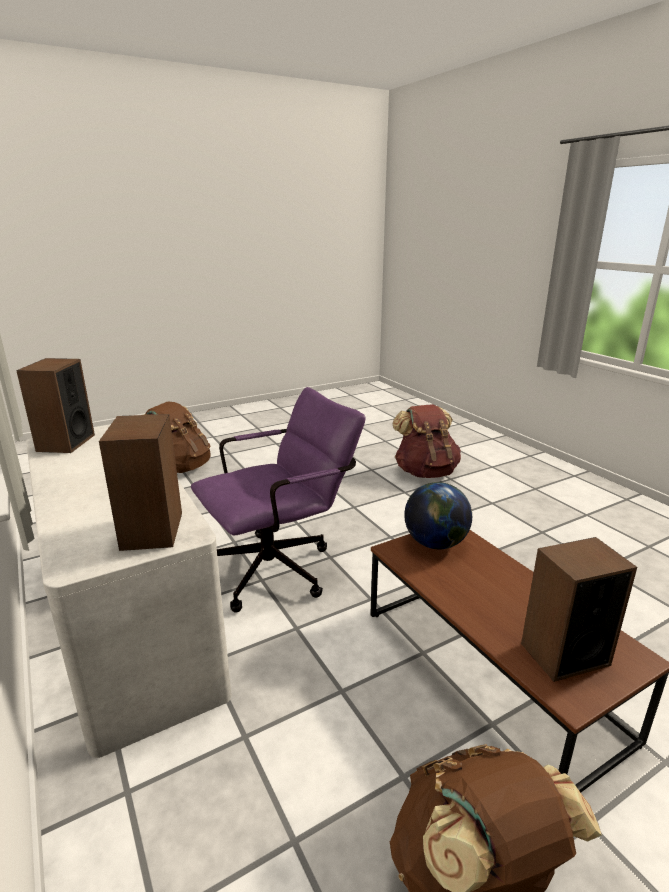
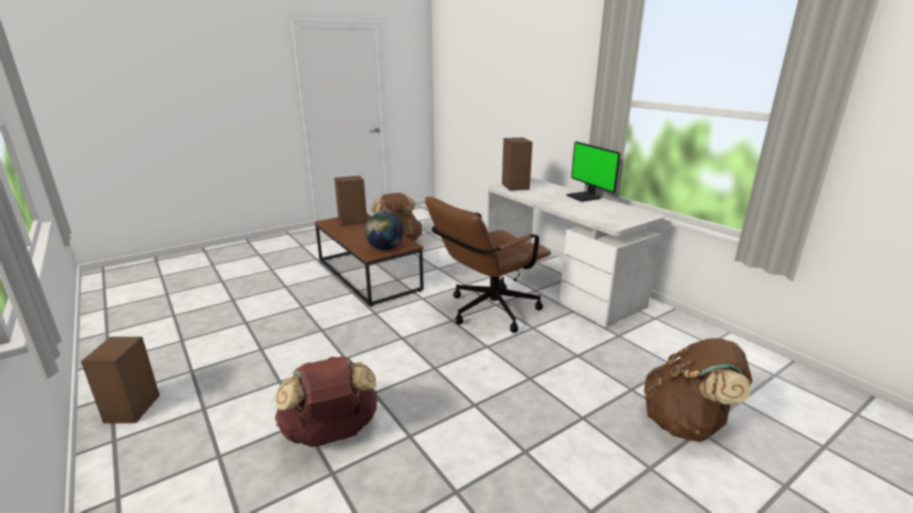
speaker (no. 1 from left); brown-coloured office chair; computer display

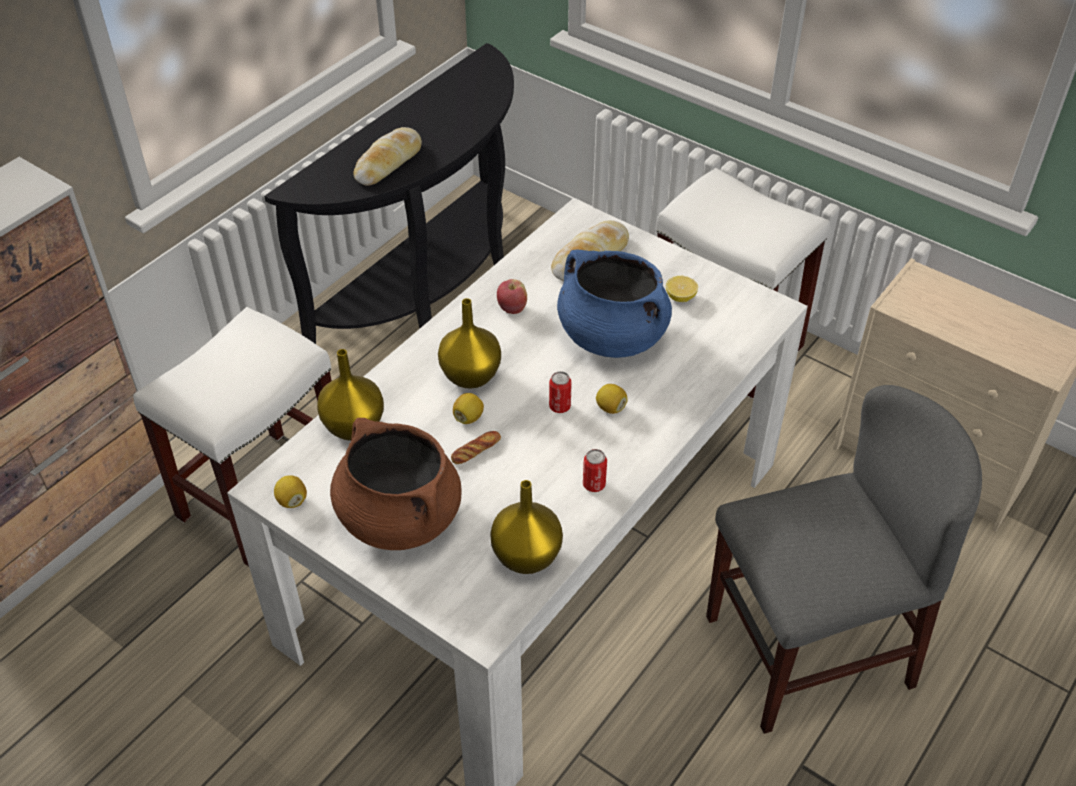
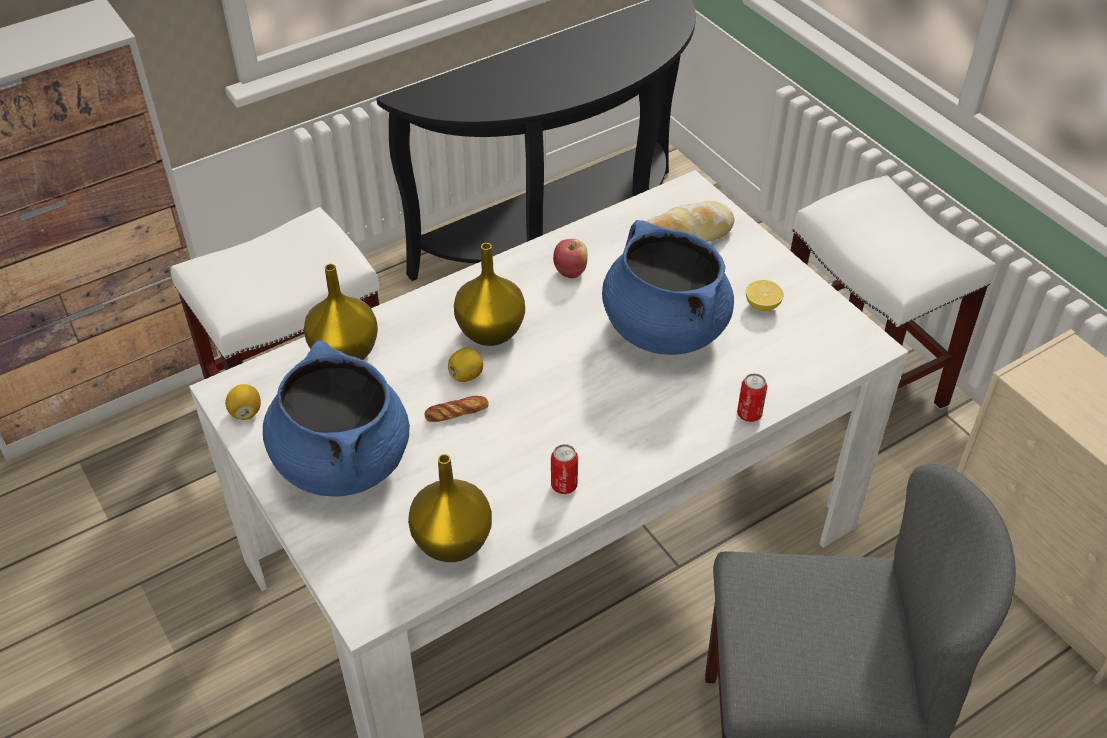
blue-coloured stockpot (no. 1 from left); metal can (no. 2 from left); bread (no. 1 from left in the first image); lemon (no. 3 from left in the first image)

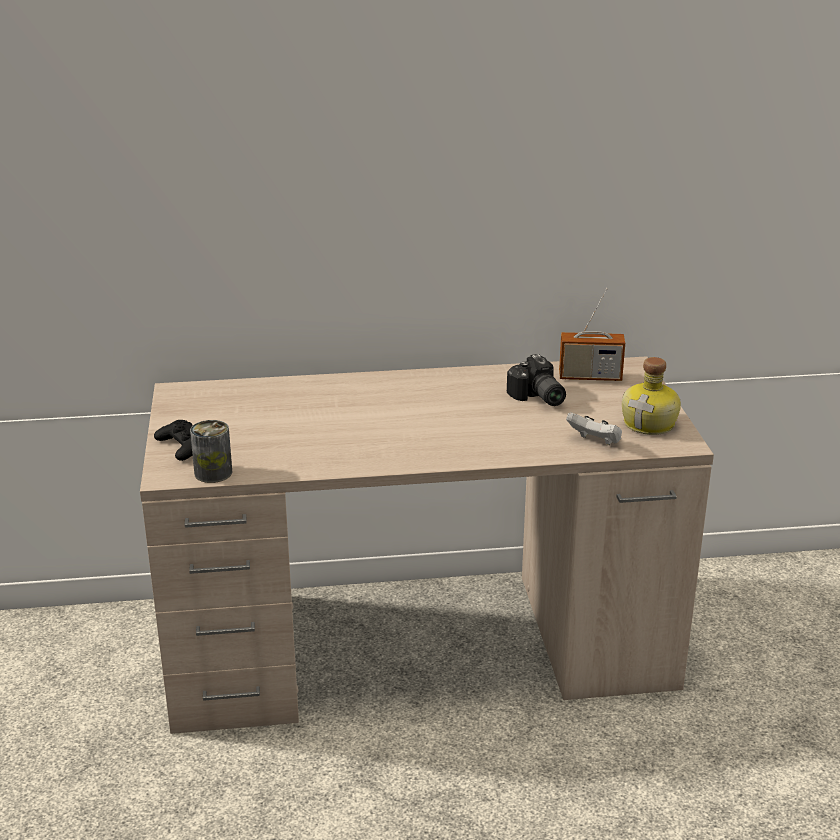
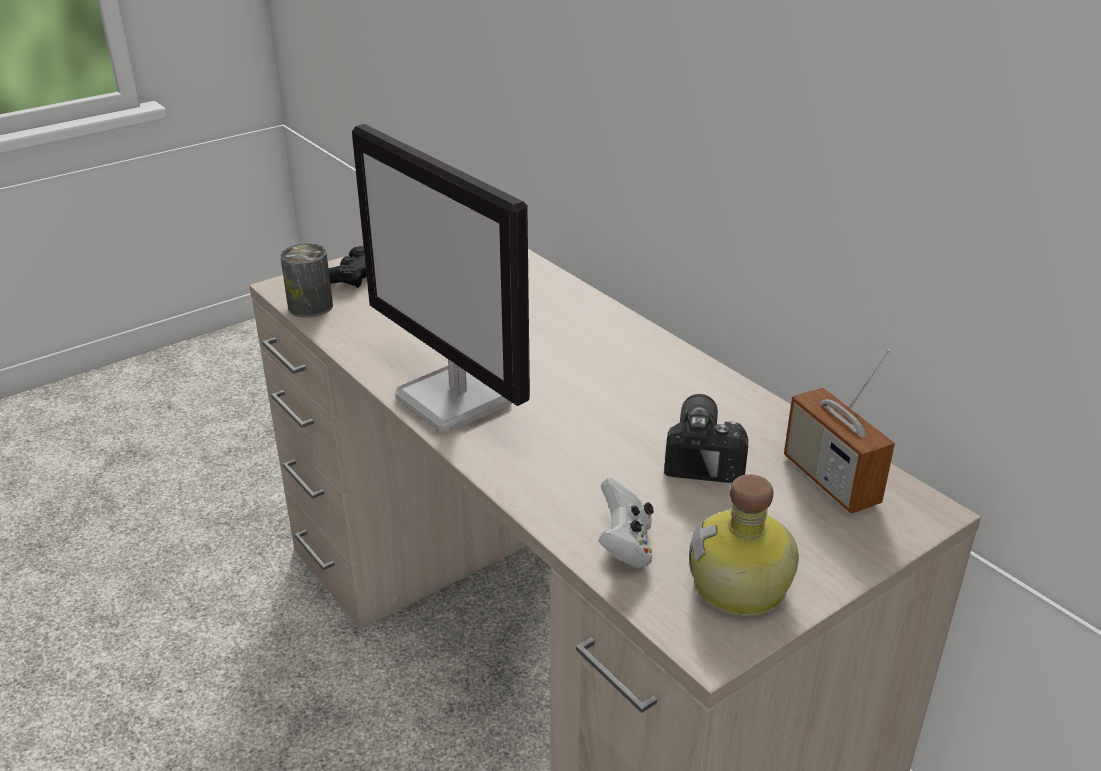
computer display; still camera

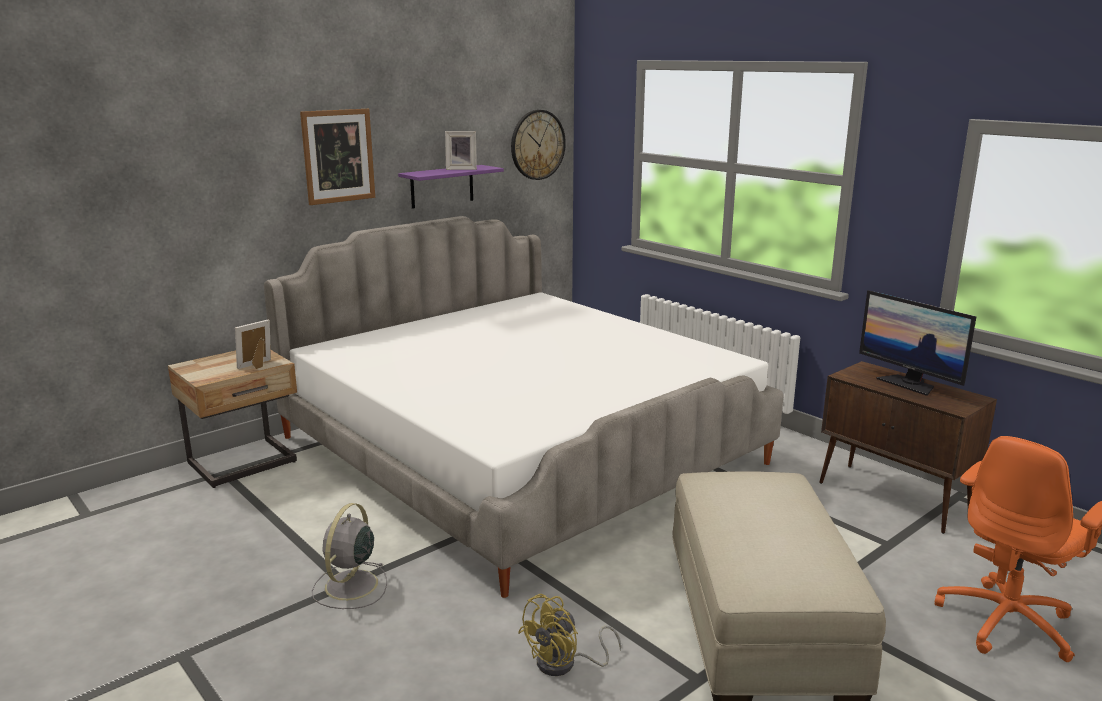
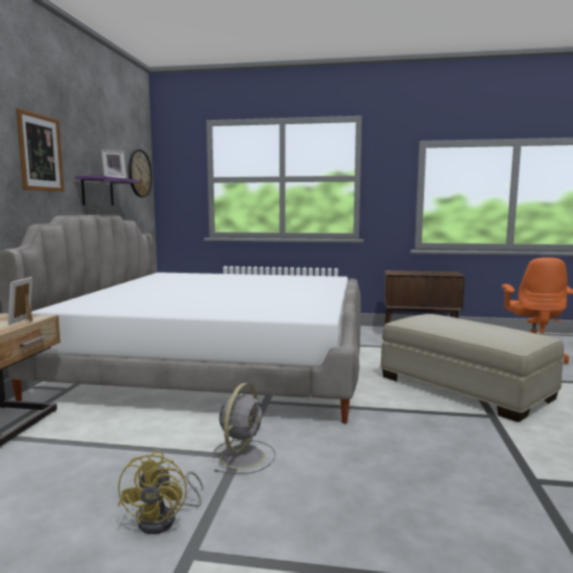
yellowish fan; gray fan; computer display

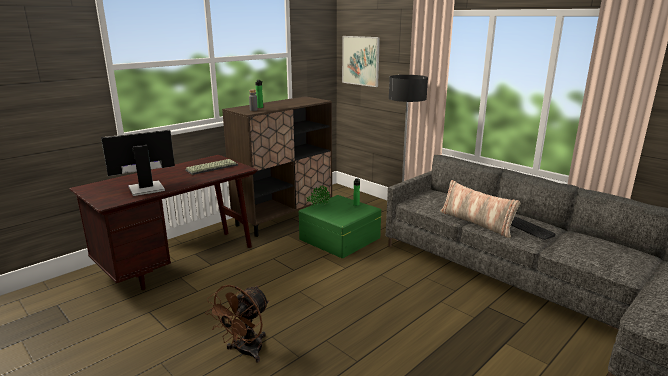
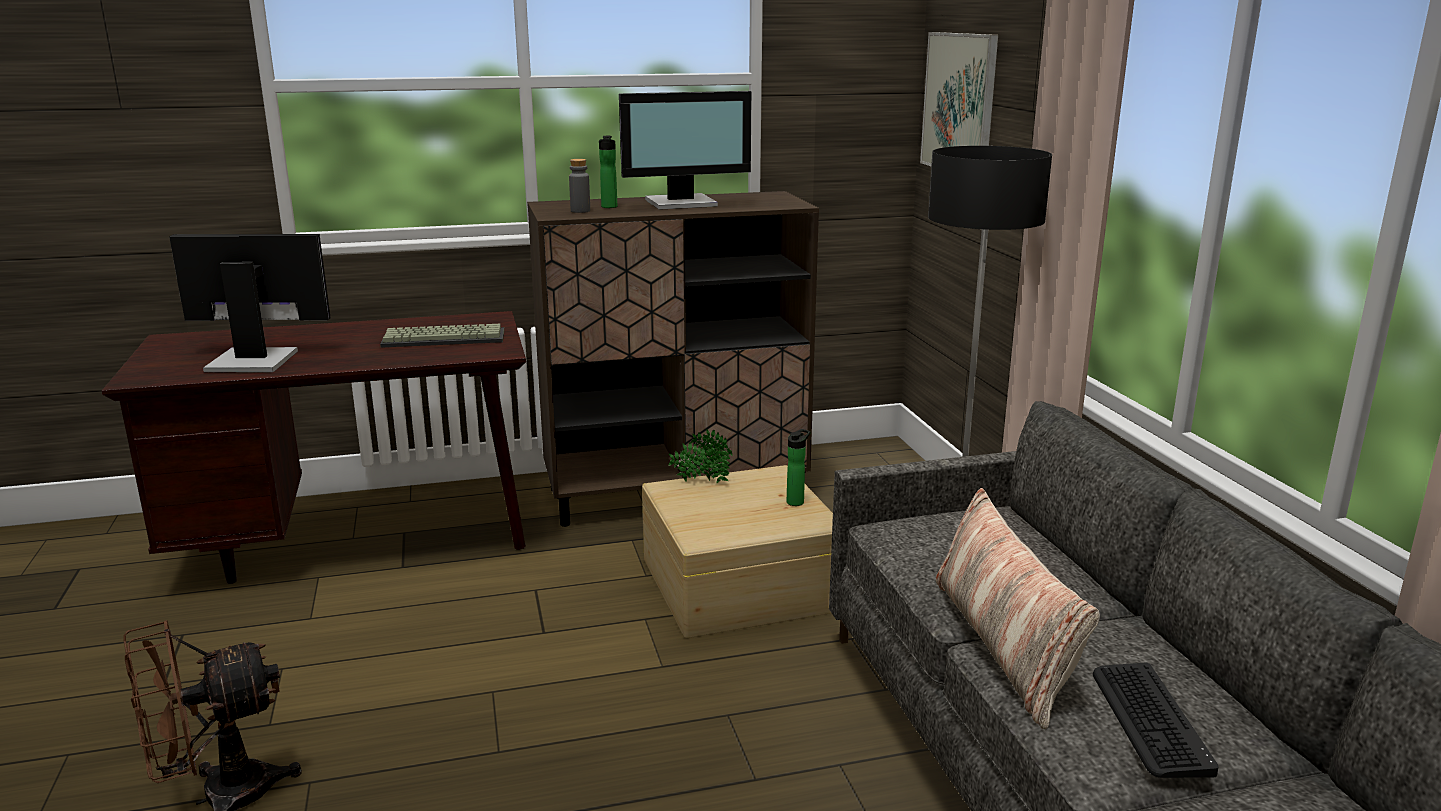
computer display (no. 2 from left); sand-coloured storage bin

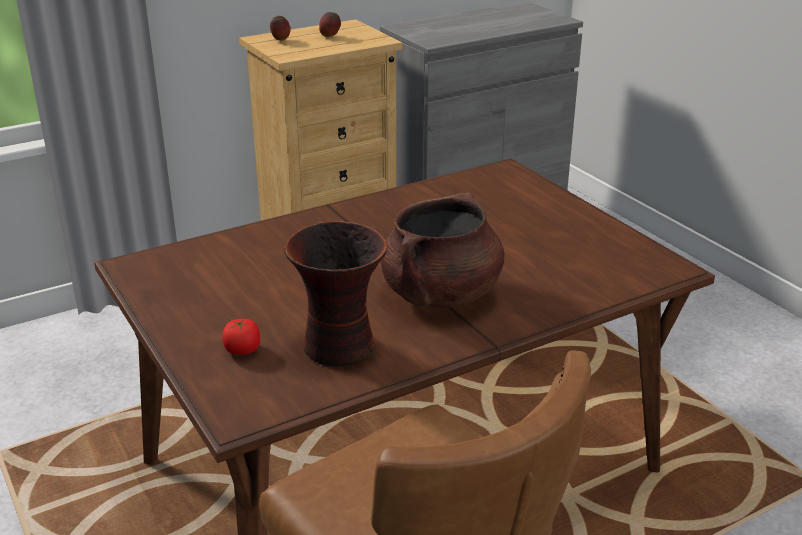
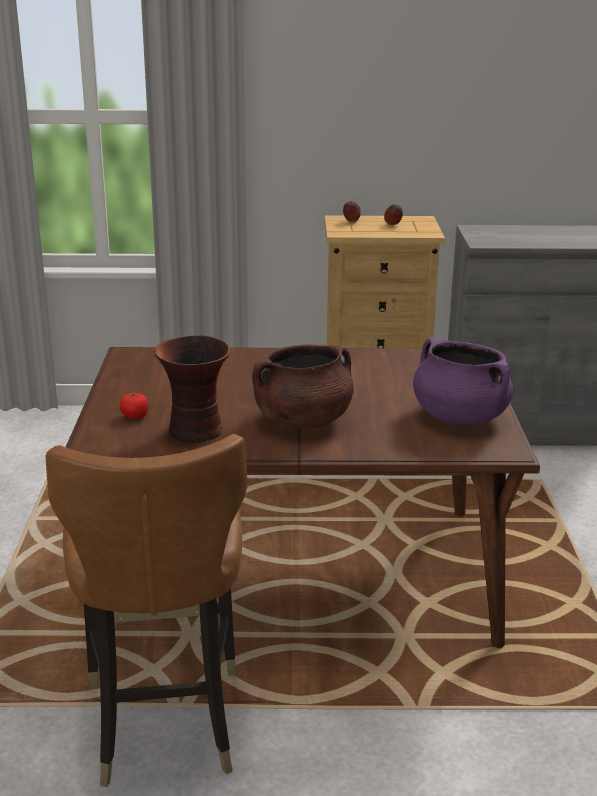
purple-coloured stockpot

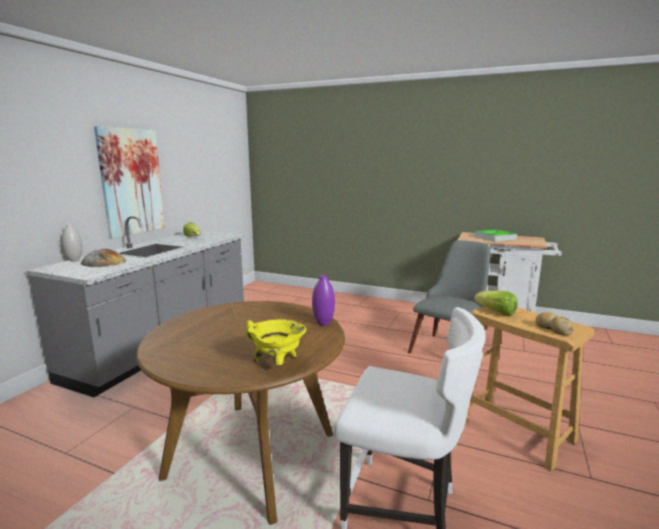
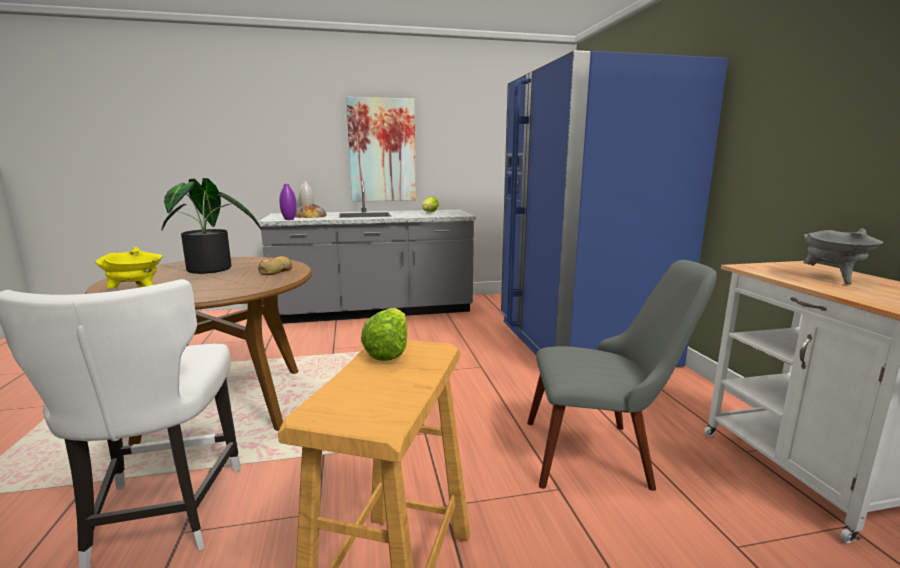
houseplant; bread (no. 1 from left); purple-coloured flower vase; blue-coloured fridge; gray stockpot

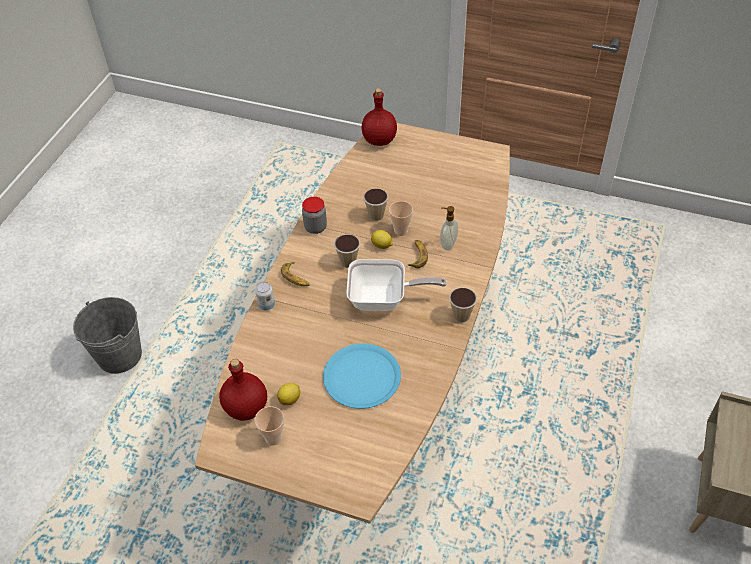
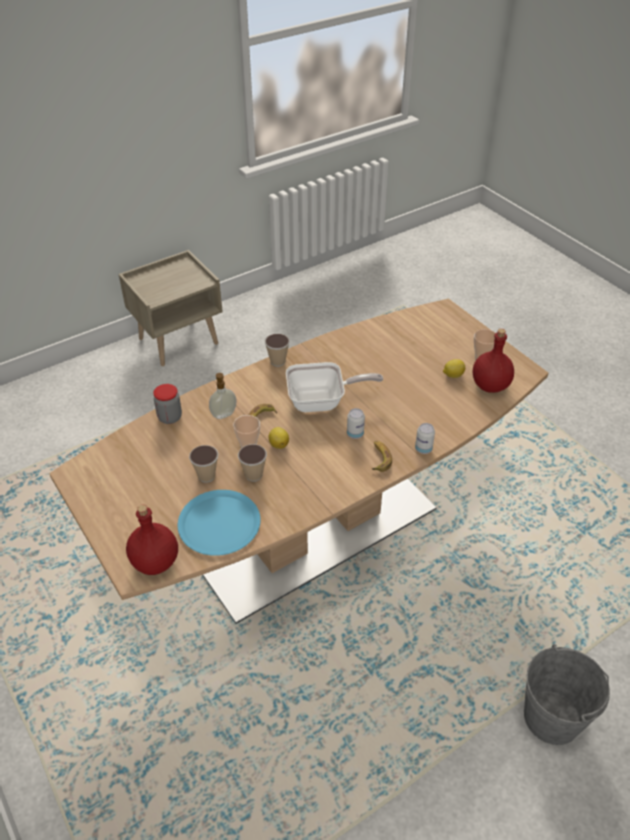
storage jar; blue-coloured plate; cup (no. 1 from left); pan; metal can (no. 1 from left)

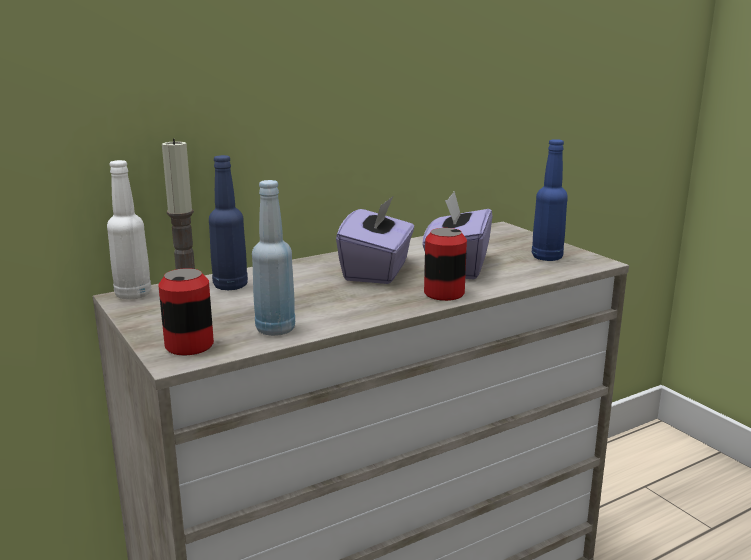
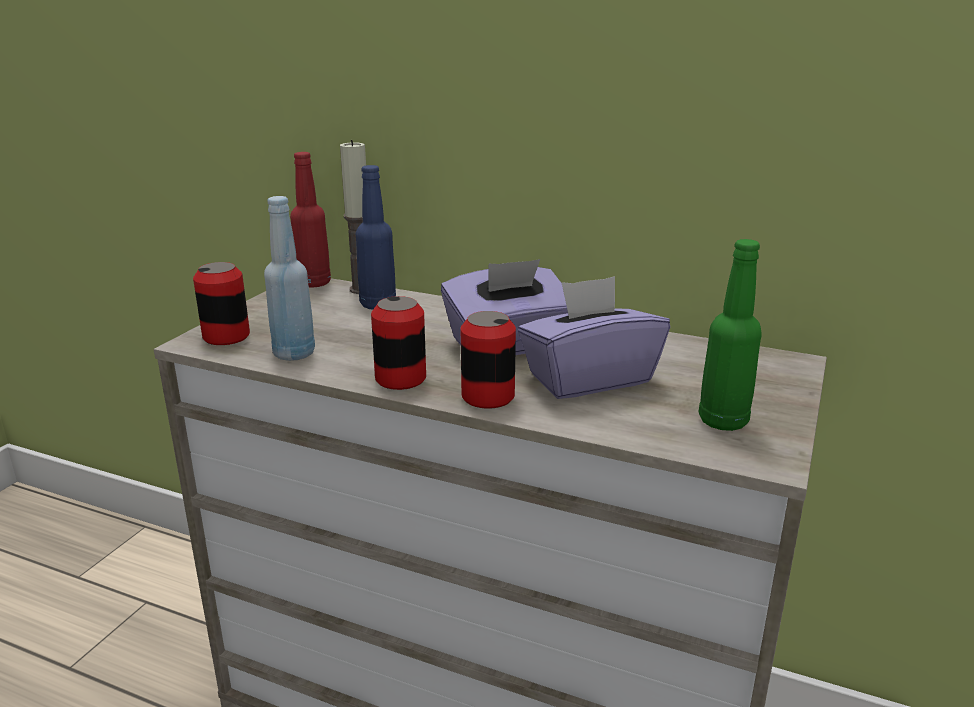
red bottle; metal can (no. 2 from left); green bottle

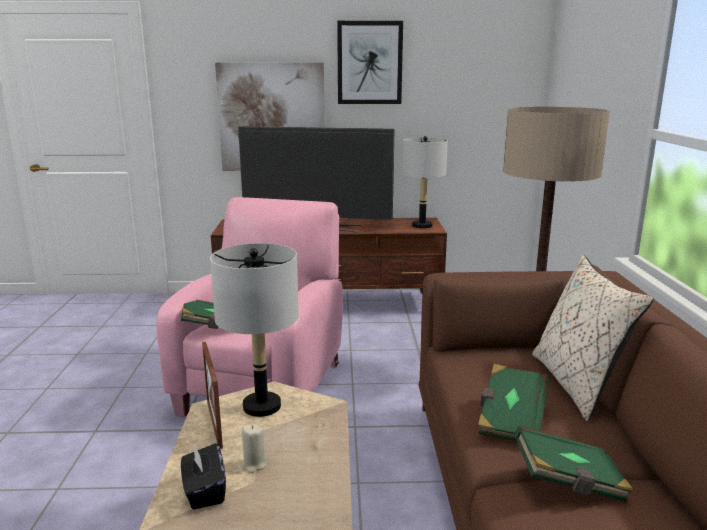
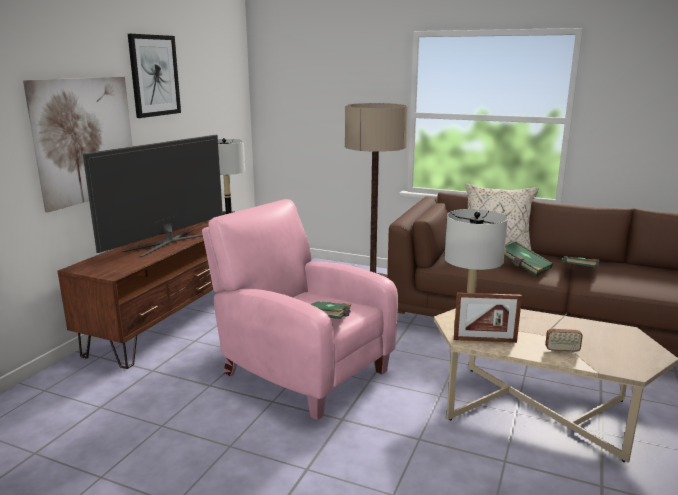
radio receiver; sand-coloured wax light

